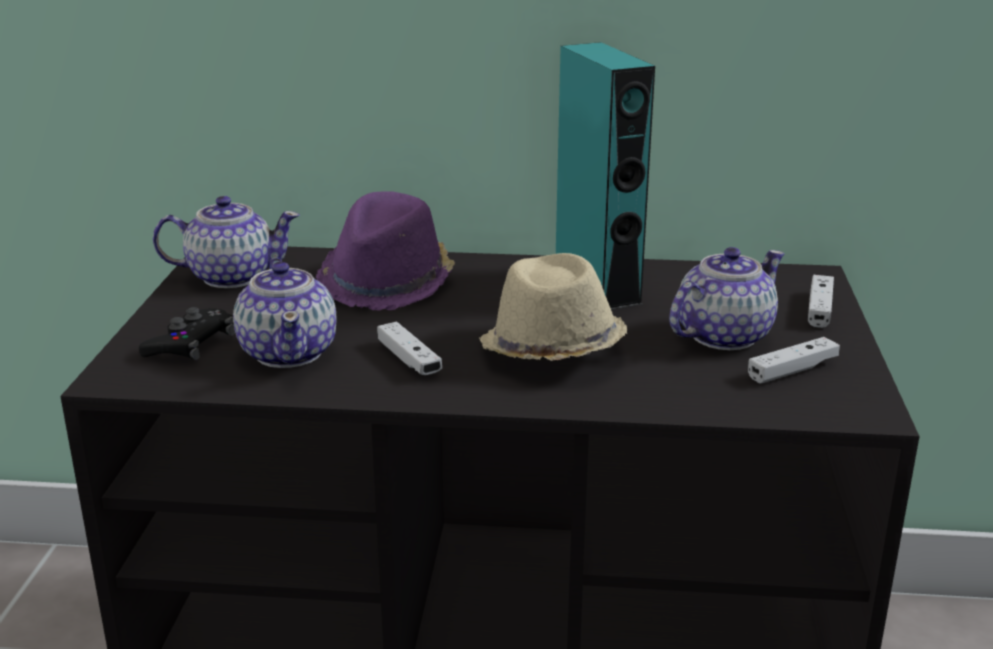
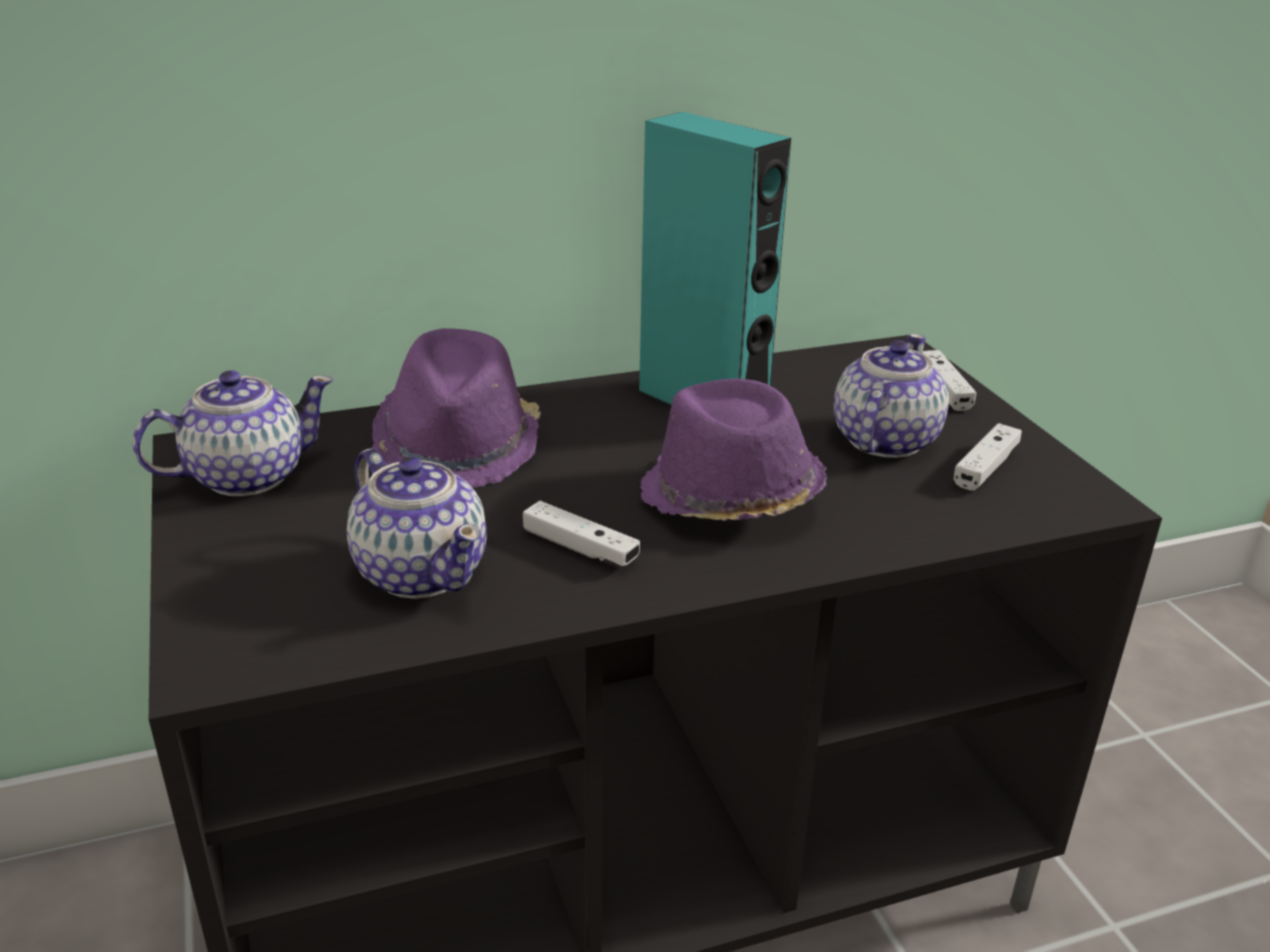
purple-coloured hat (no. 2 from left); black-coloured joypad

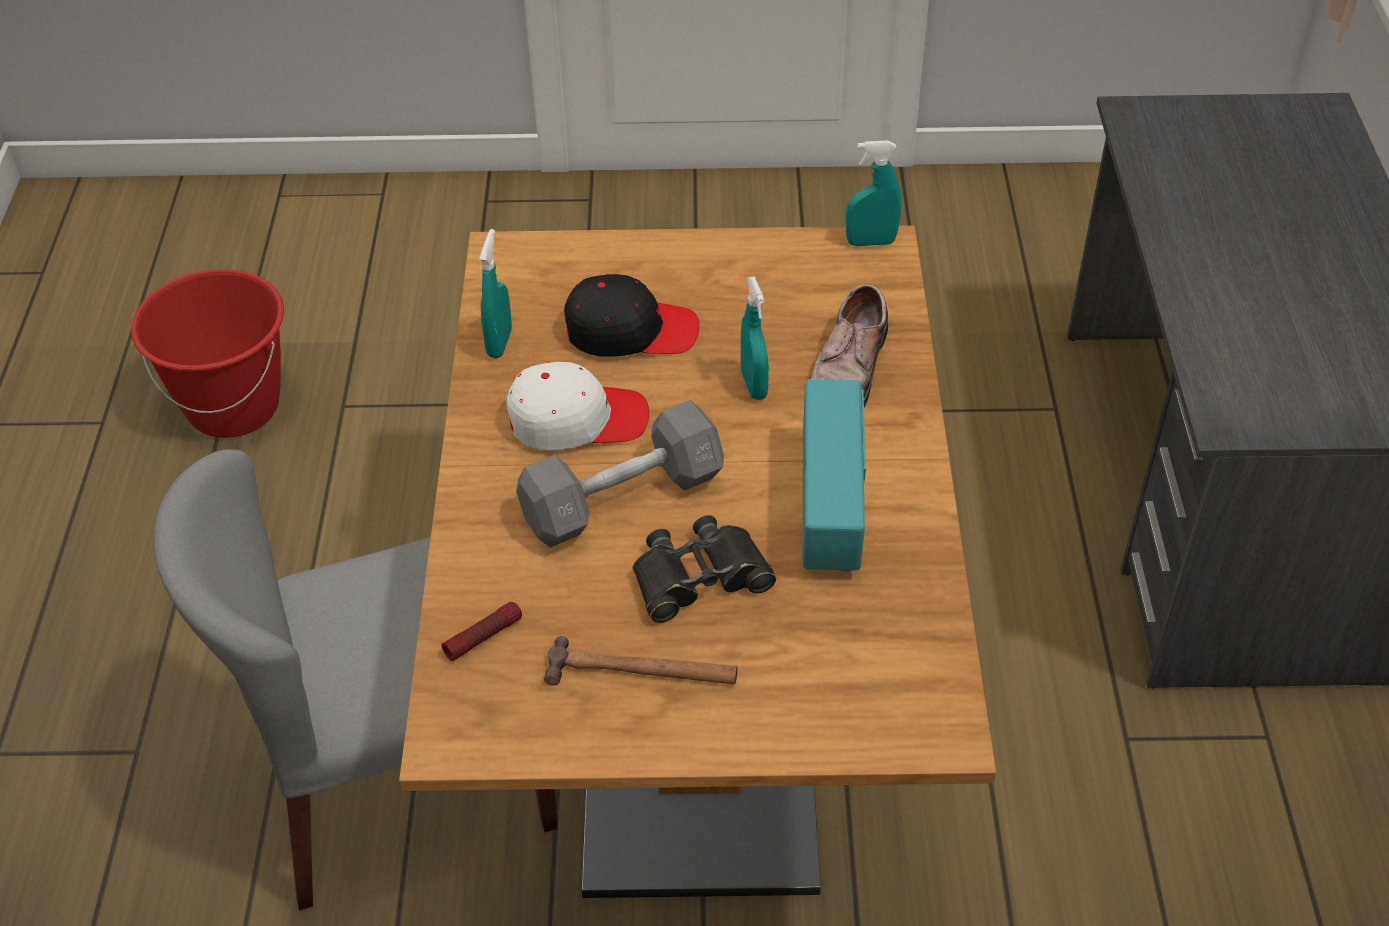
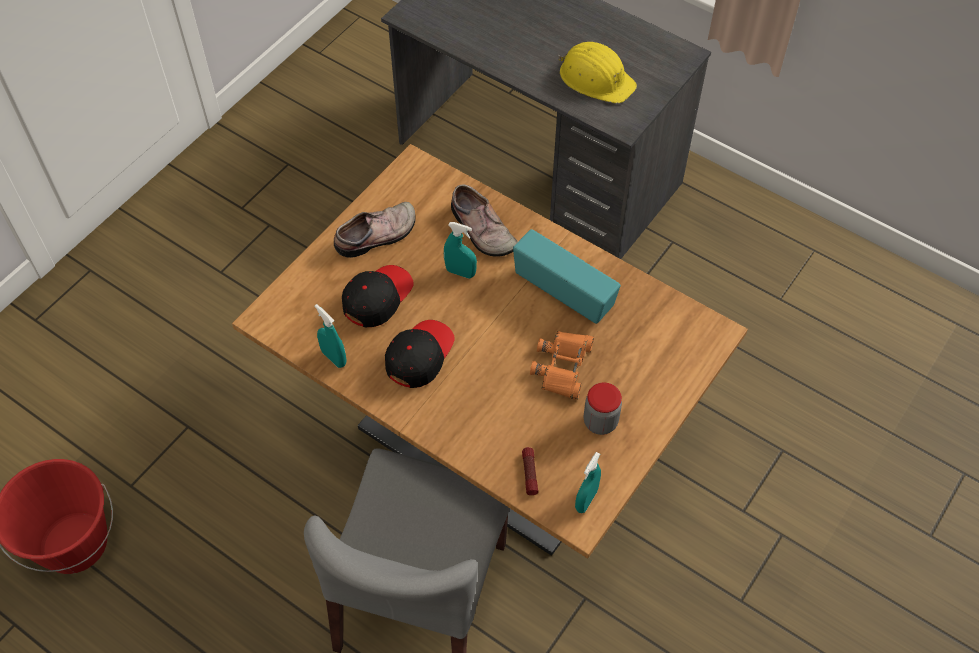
shoe (no. 1 from left); black-coloured baseball cap (no. 2 from left); orange field glasses; yellowish hard hat; blue-green sprayer (no. 3 from left); storage jar; gray dumbbell

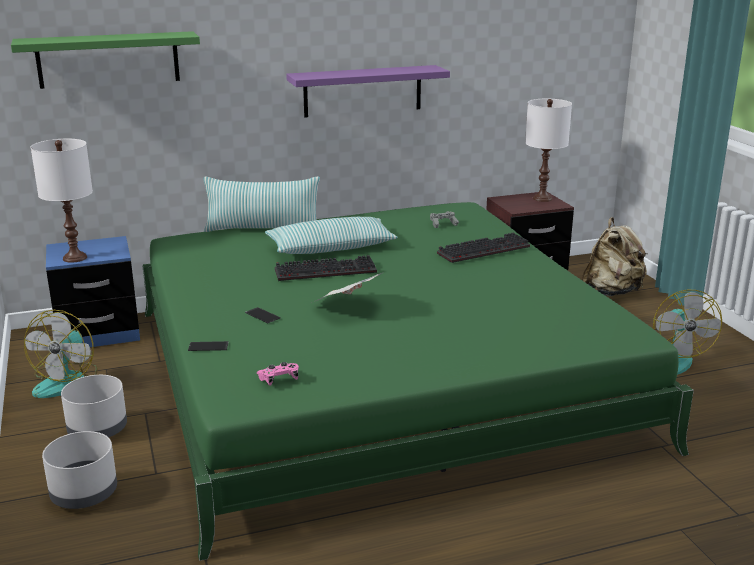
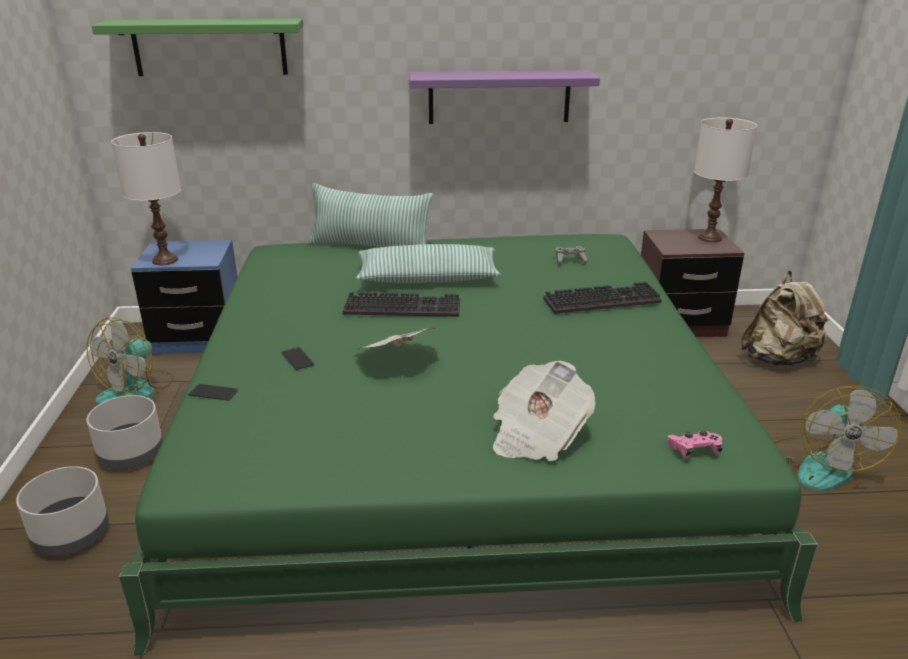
newspaper (no. 2 from left); pinkish joypad

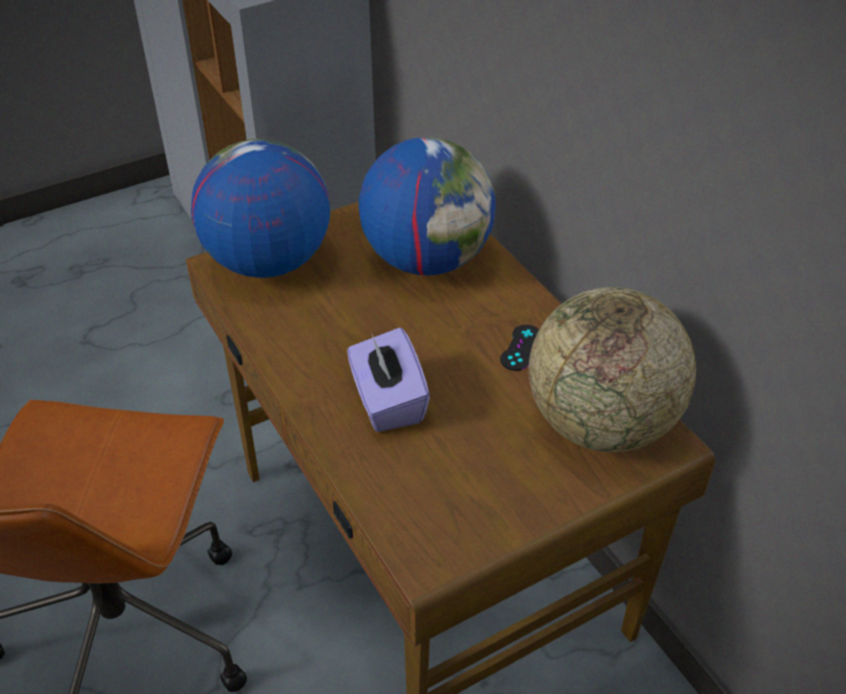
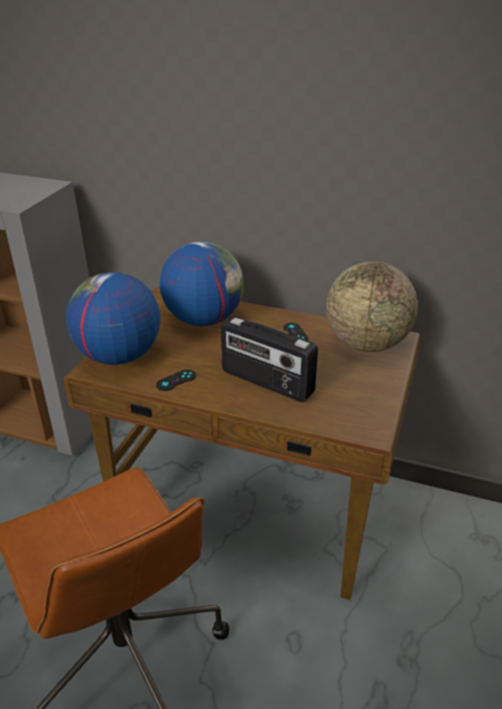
black-coloured joypad (no. 1 from left); radio receiver

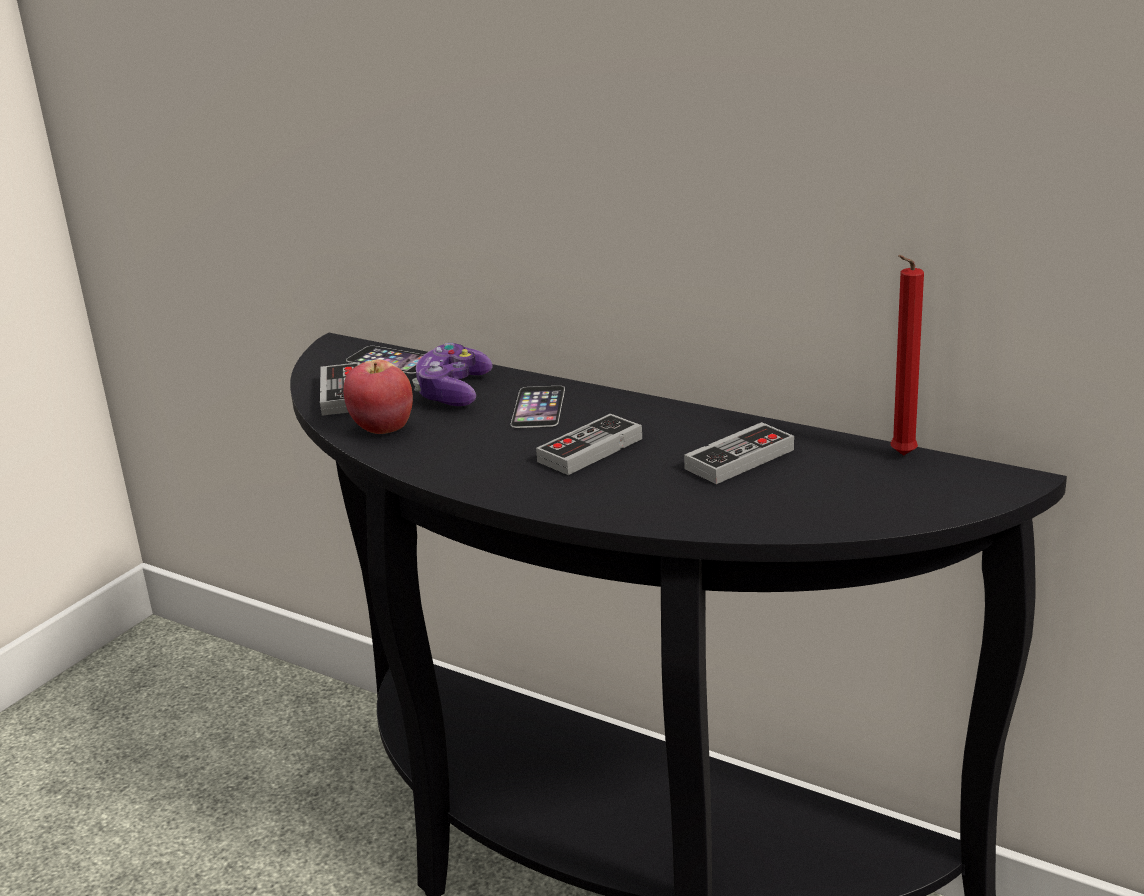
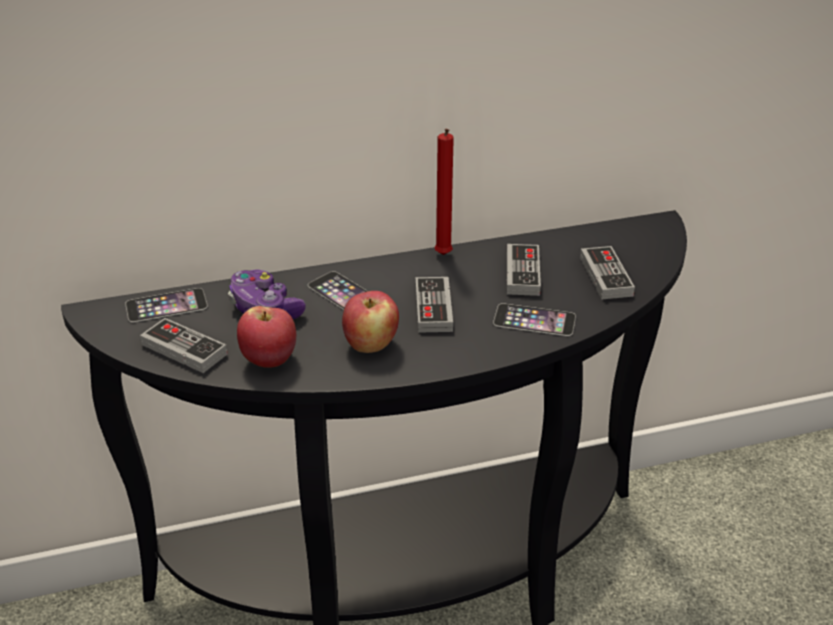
apple fruit (no. 2 from left); red wax light; phone (no. 3 from left); joypad (no. 5 from left)

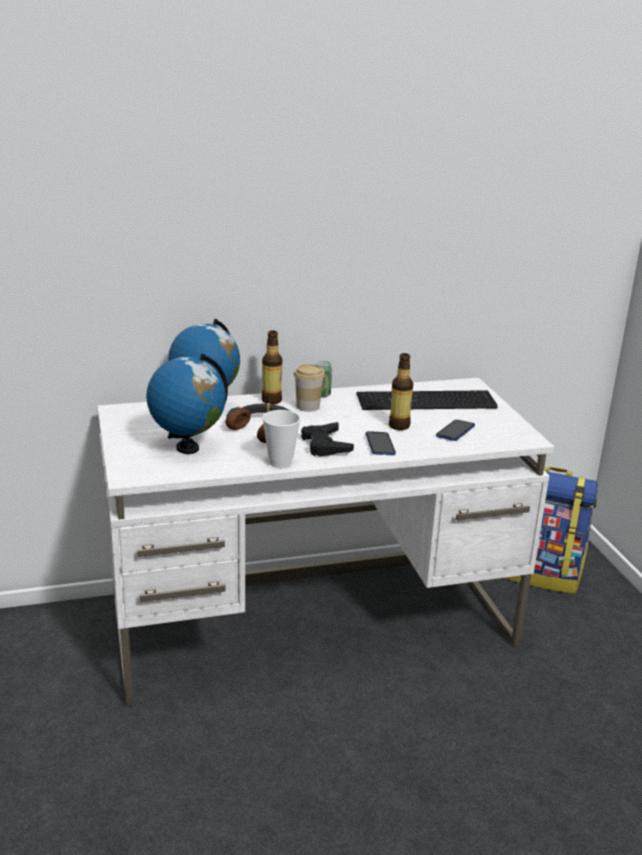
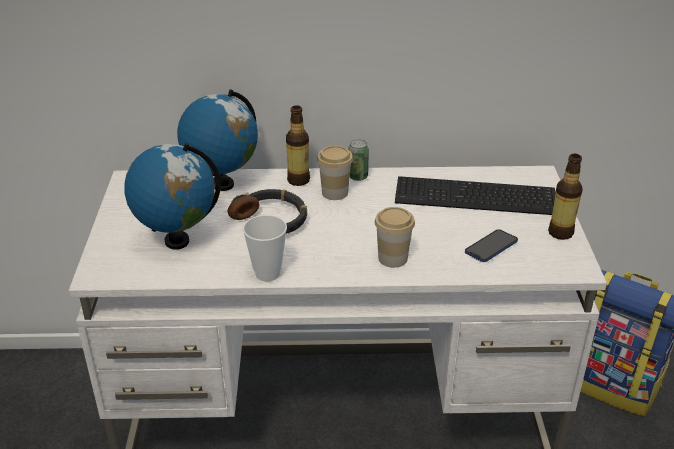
cup (no. 3 from left); bottle (no. 2 from left); black-coloured joypad

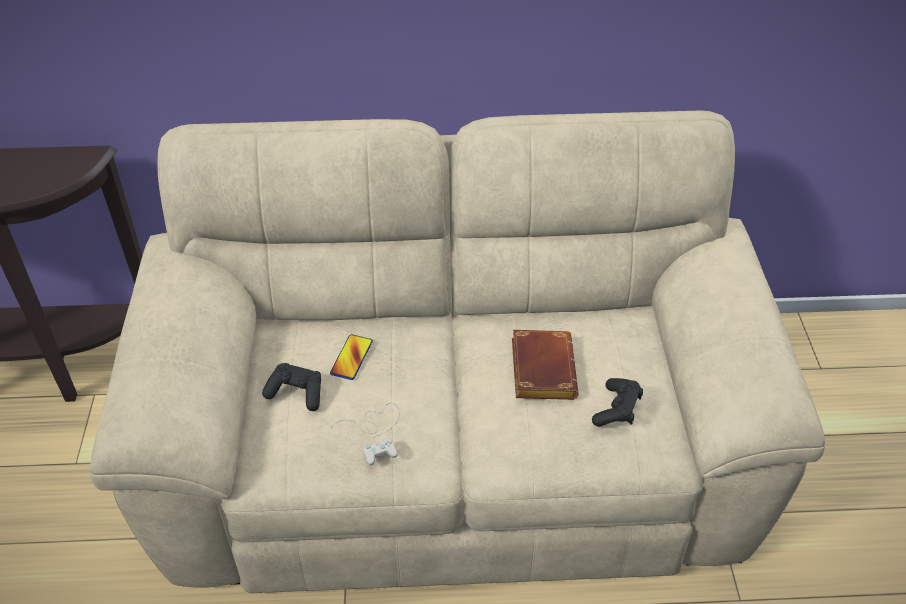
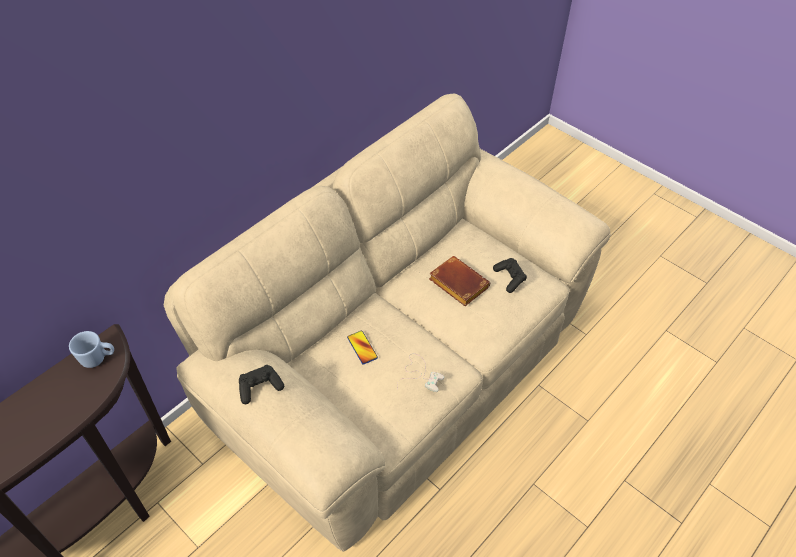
blue-coloured tea mug; black-coloured joypad (no. 1 from left)

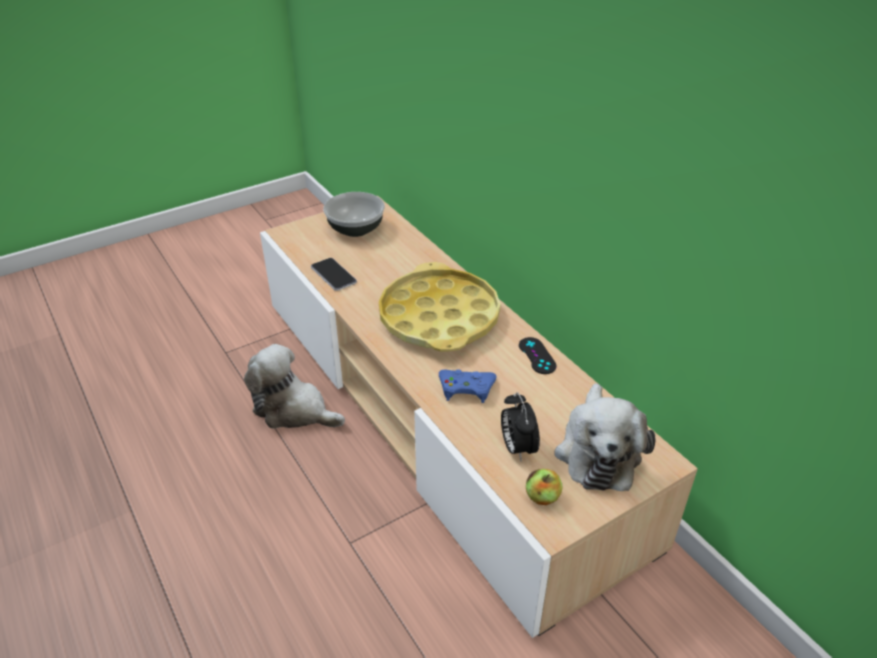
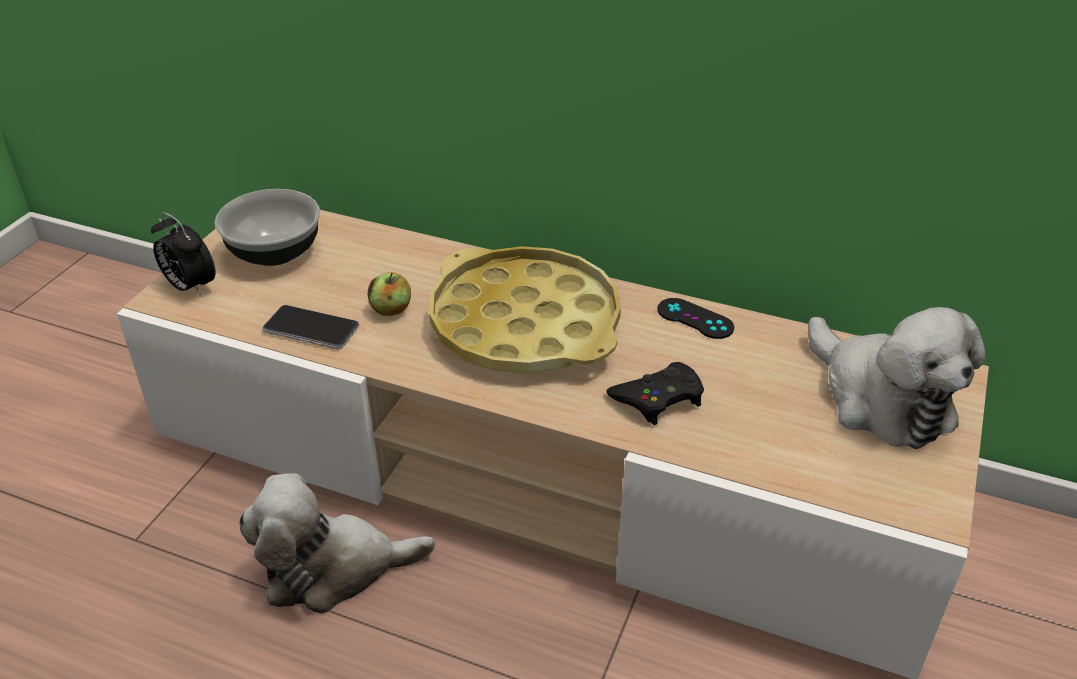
alarm clock; apple fruit; black-coloured joypad (no. 1 from left)

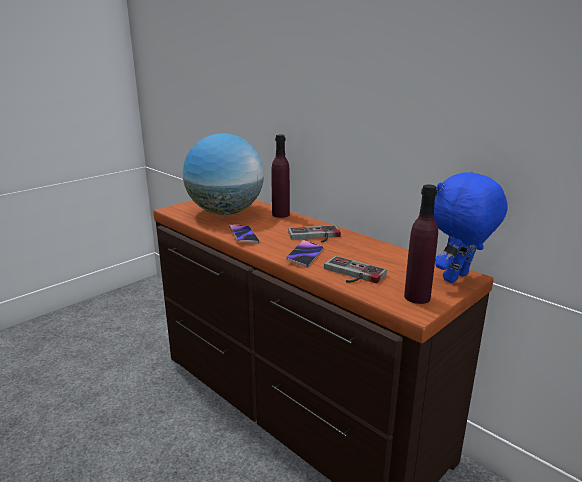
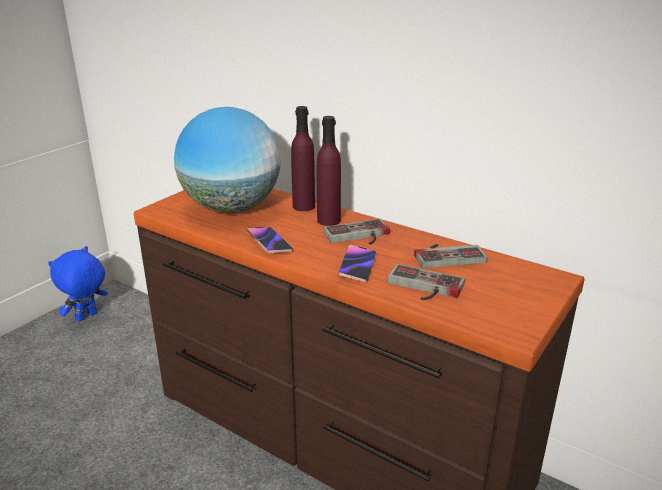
blue-coloured soft toy; purple-coloured bottle (no. 2 from left); joypad (no. 3 from left)

